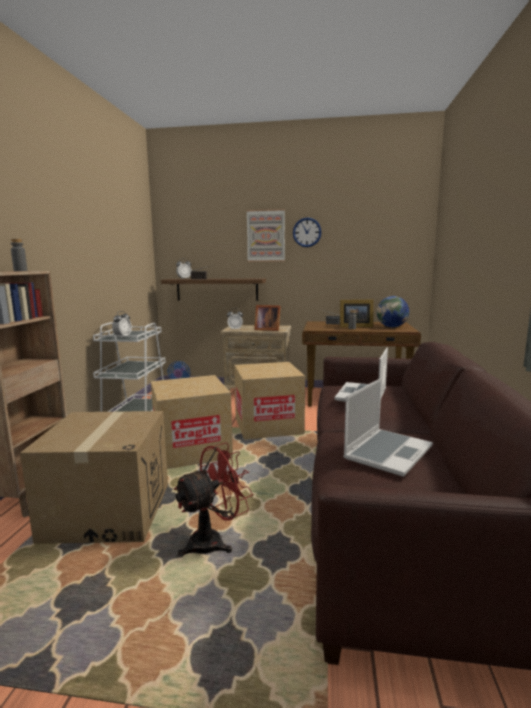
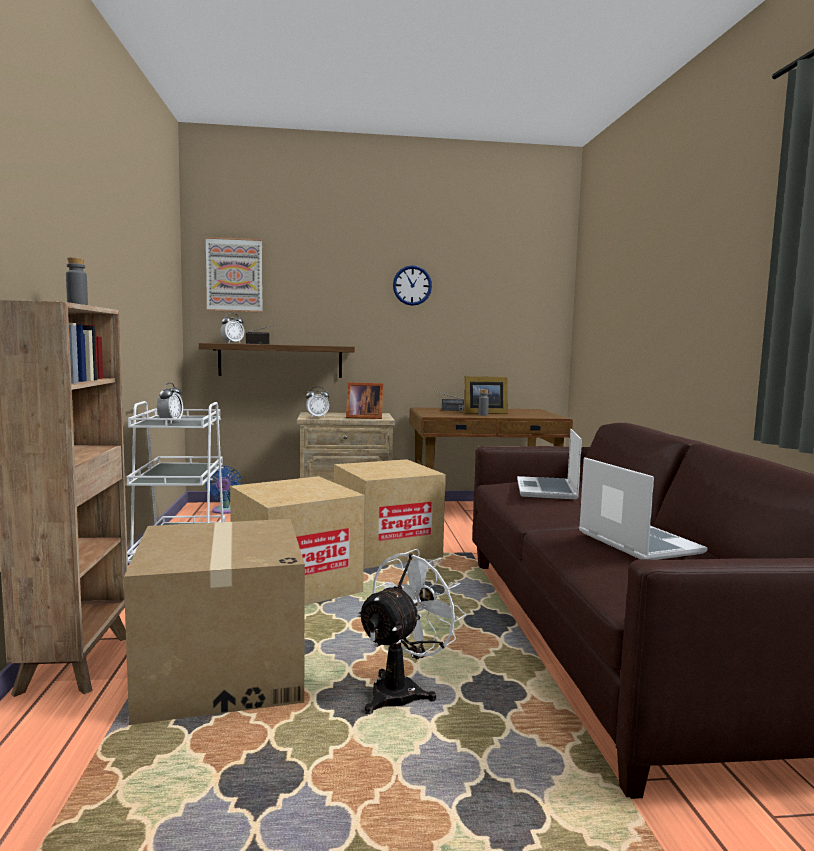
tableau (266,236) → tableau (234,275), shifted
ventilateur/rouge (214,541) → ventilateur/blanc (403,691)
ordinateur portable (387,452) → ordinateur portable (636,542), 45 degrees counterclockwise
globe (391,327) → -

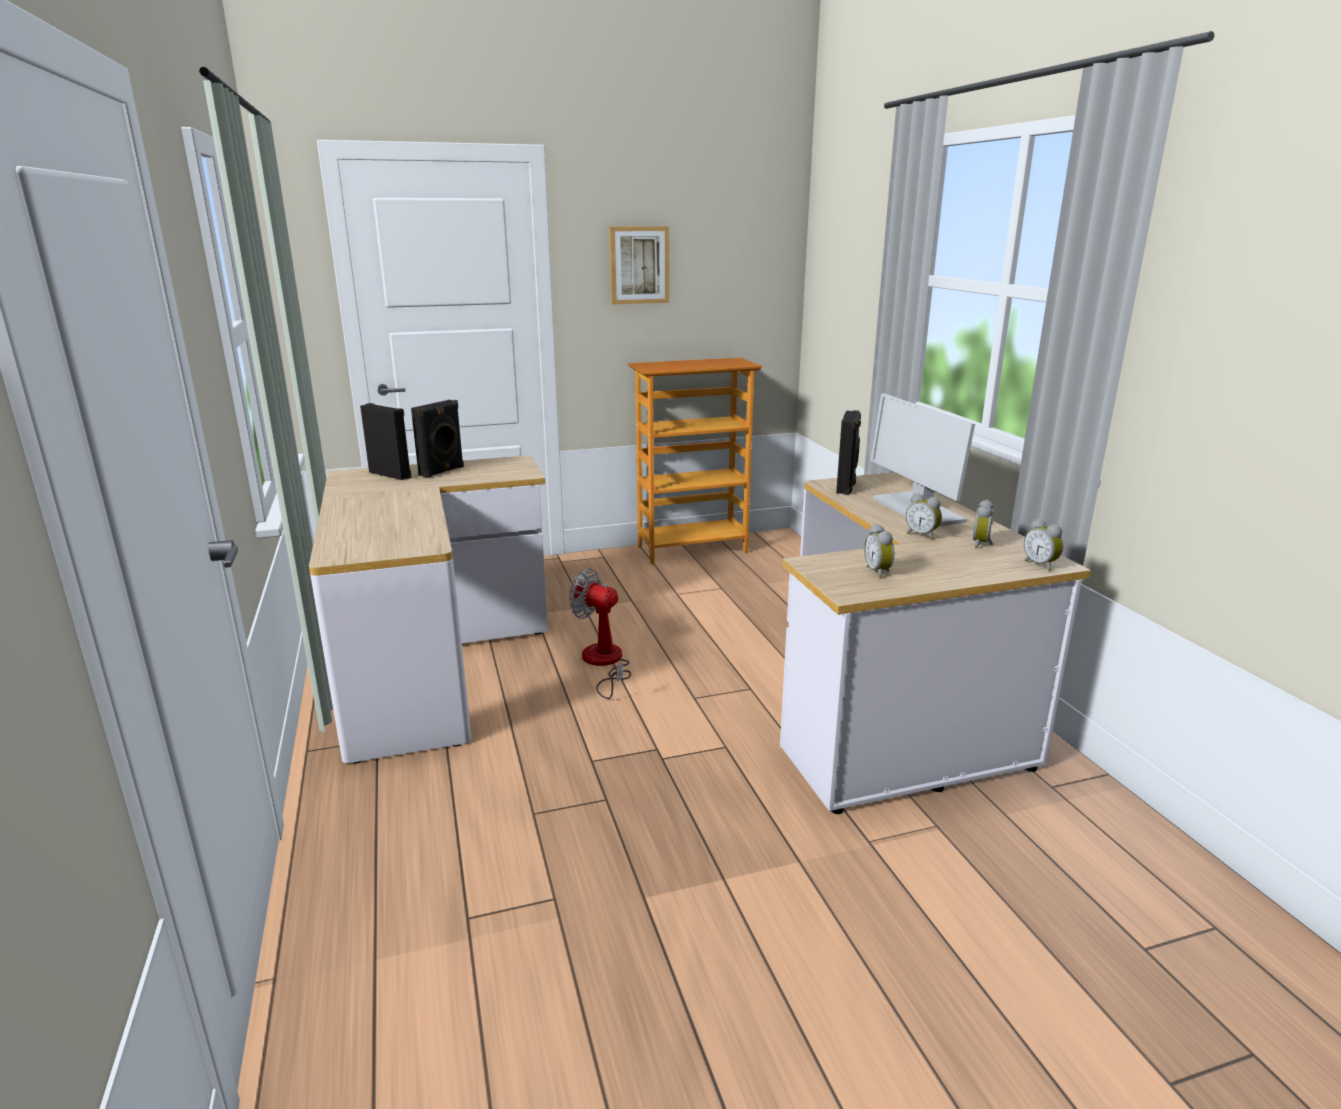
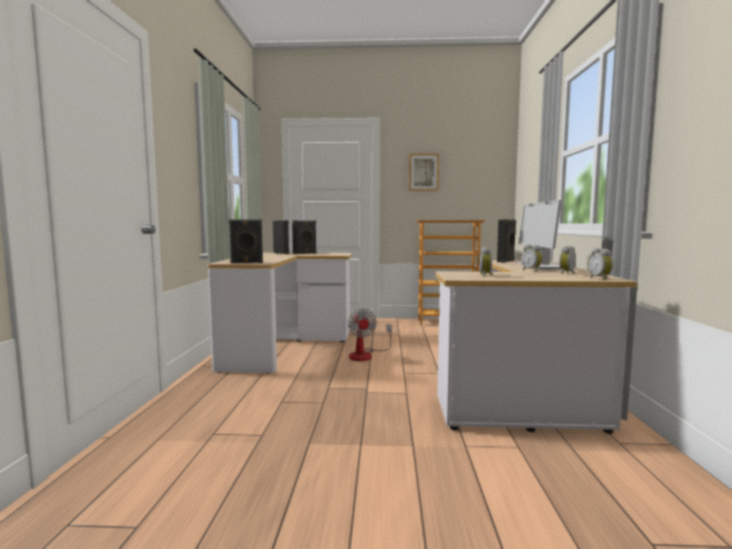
- → enceinte/noir (246,262)
ventilateur (604,663) → ventilateur (365,355), 150 degrees counterclockwise

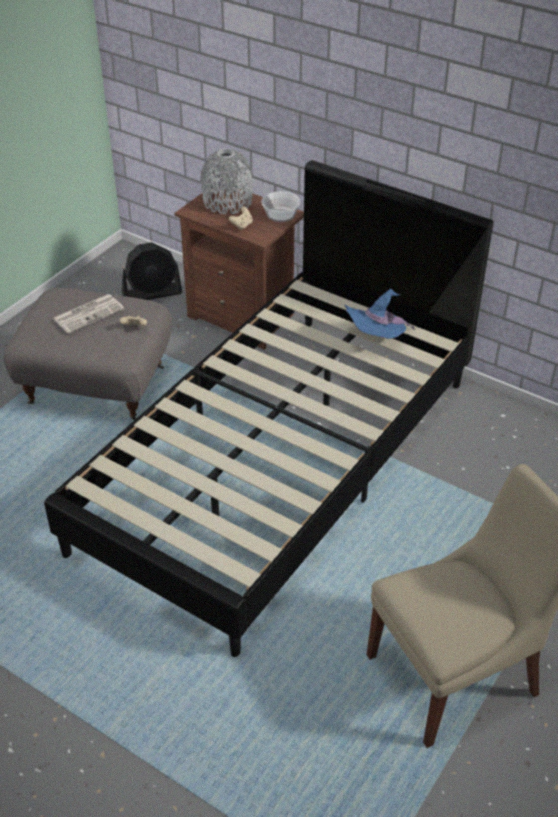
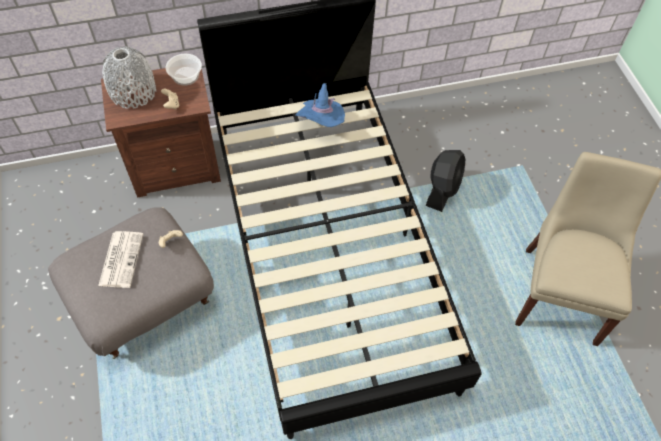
ventilateur/noir (152,293) → ventilateur/noir (442,189), shifted

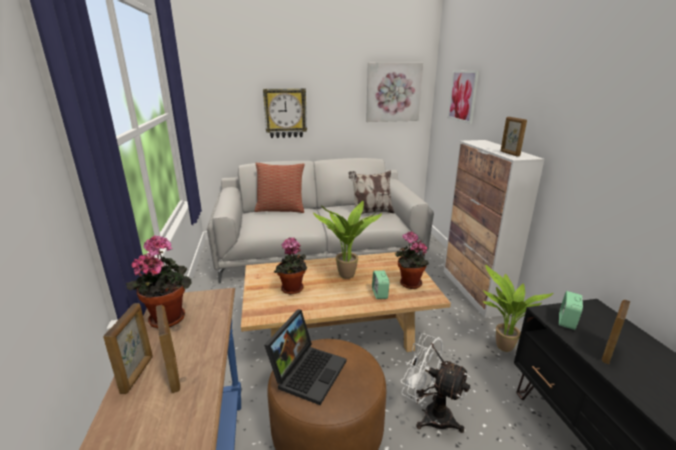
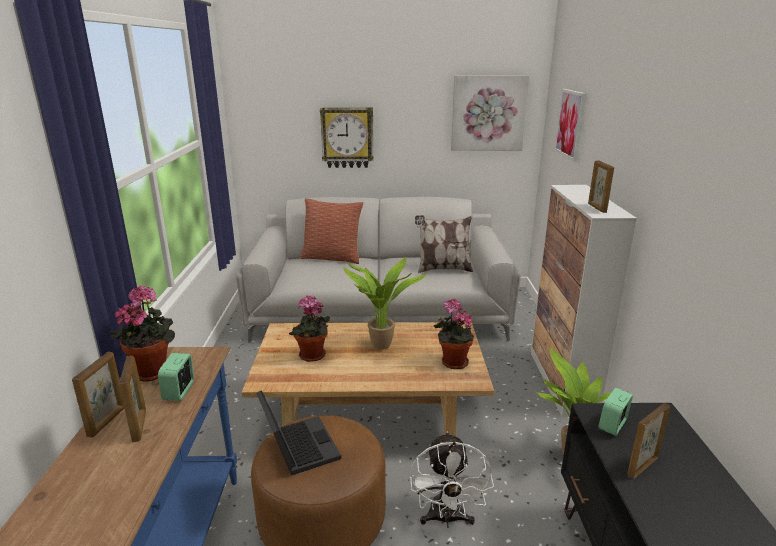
réveil (380,294) → réveil (179,391), shifted
ordinateur portable (308,371) → ordinateur portable (297,446), 60 degrees counterclockwise
ventilateur/blanc (430,414) → ventilateur/blanc (446,519), 135 degrees counterclockwise

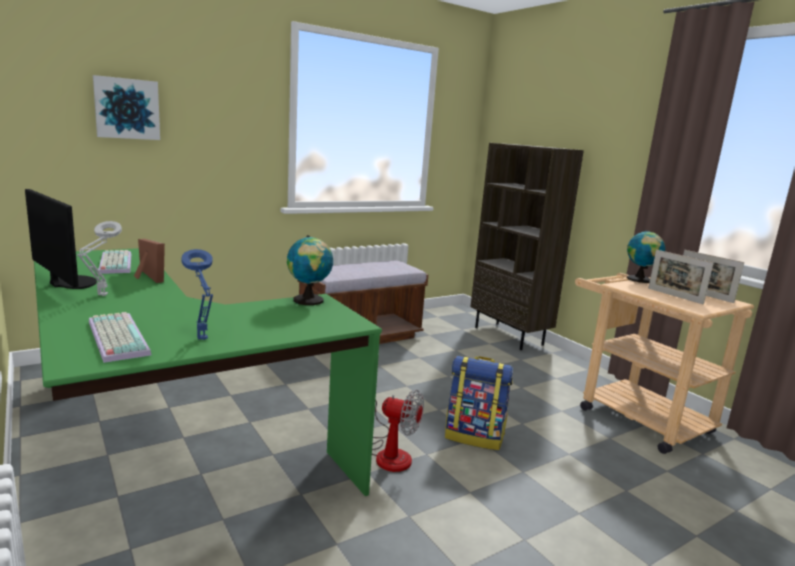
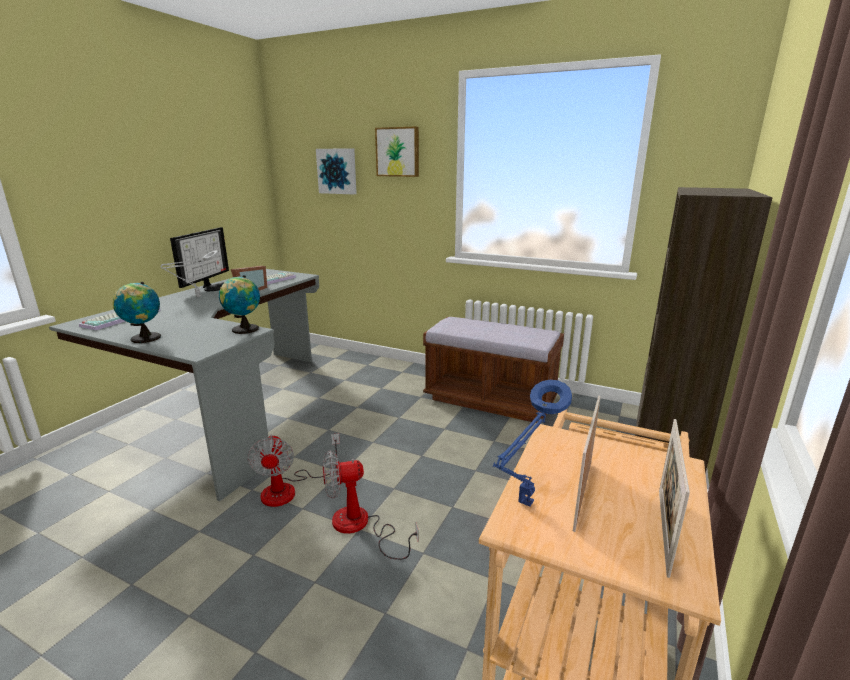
bureau/vert (161,455) → bureau/gris (225,411)
globe (640,280) → globe (143,339), shifted
sac à dos (474,436) → ventilateur (360,527)
- → tableau (398,152)
lampe de table/bleu (202,340) → lampe de table/bleu (524,505), shifted

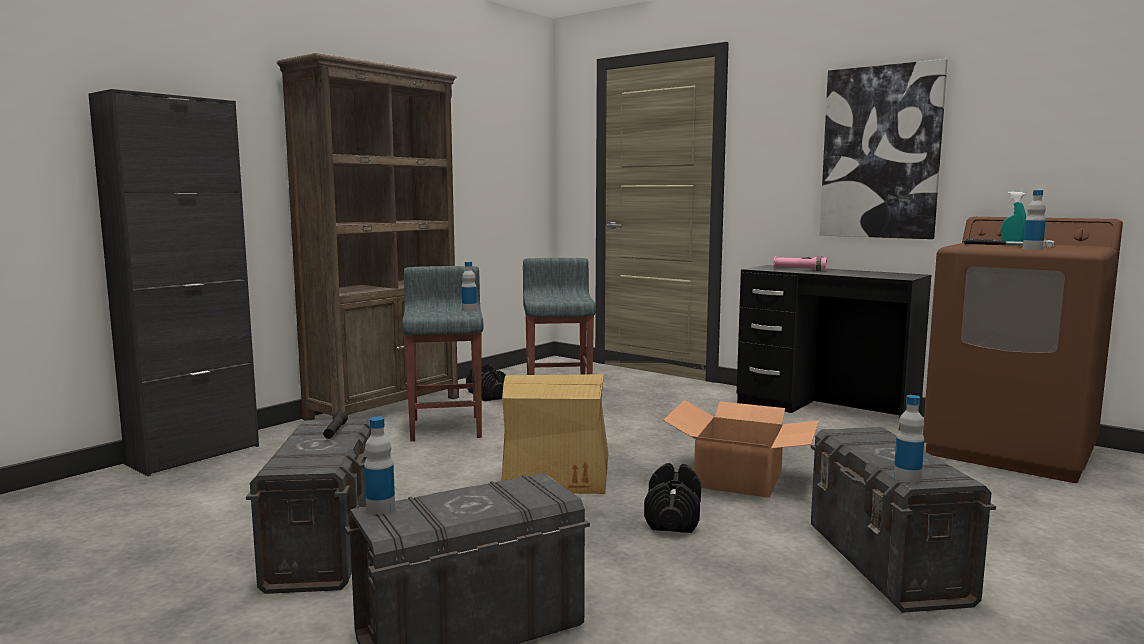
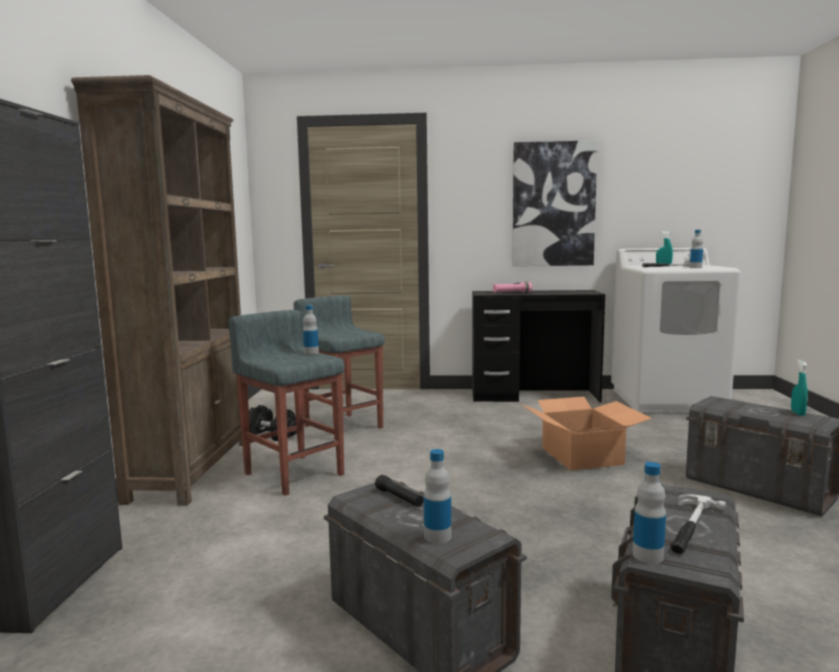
bouteille (907,478) → bouteille (437,536), shifted
lave-linge/marron (1011,450) → lave-linge/blanc (667,400)
- → marteau (690,527)
- → vaporisateur/turquoise (797,413)
carton (555,472) → -
haltère/noir (672,517) → -

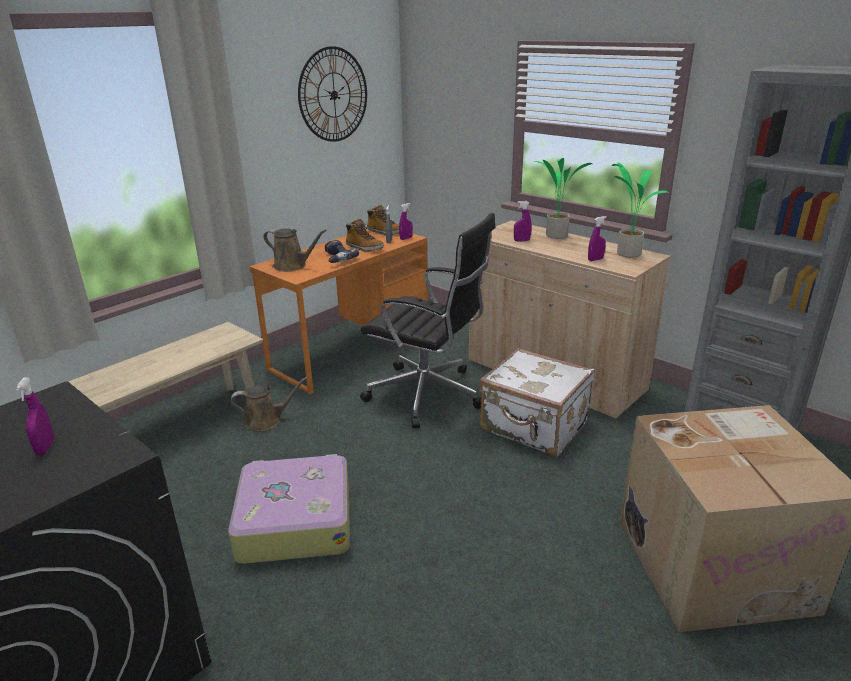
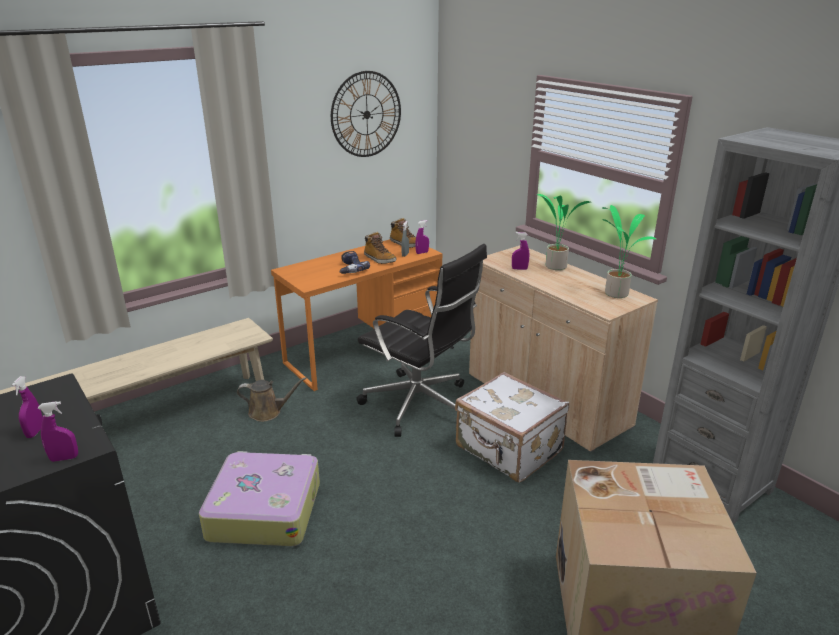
vaporisateur/violet (595,259) → vaporisateur/violet (64,458), shifted
arrosoir/marron (292,266) → -

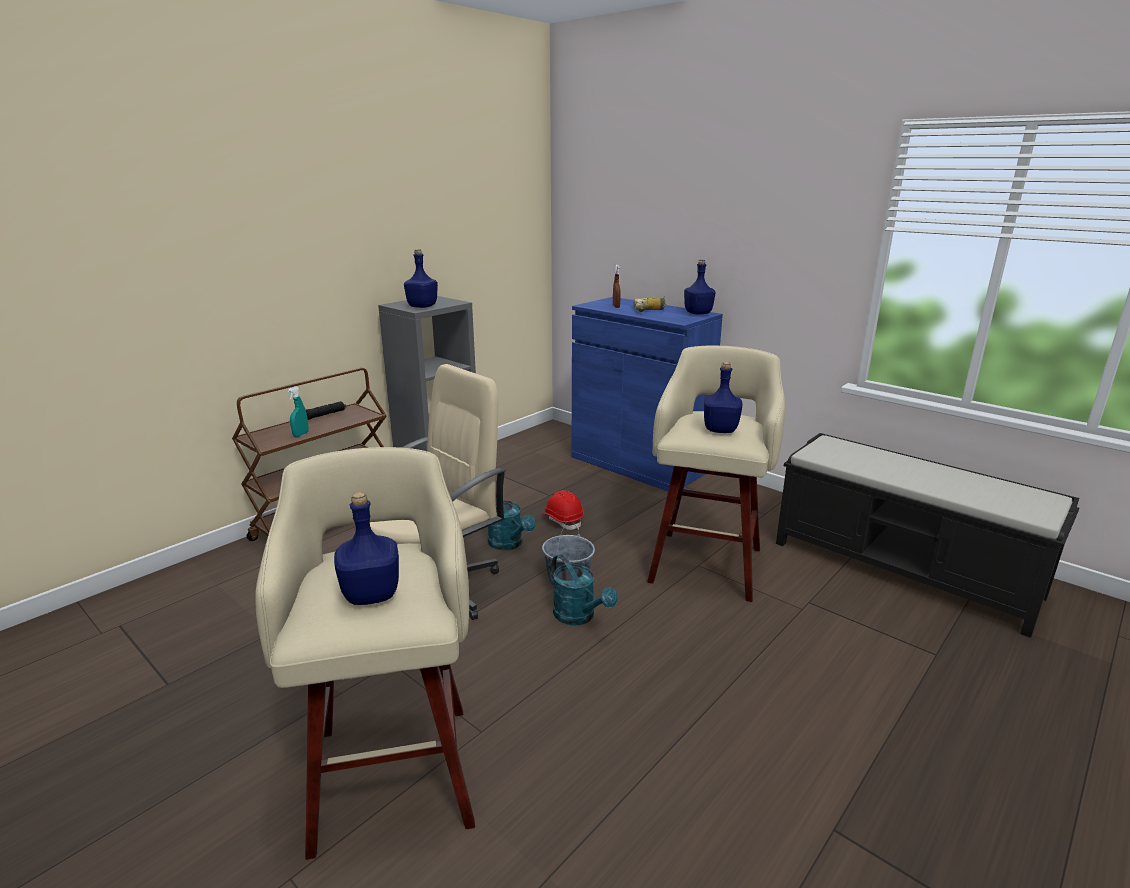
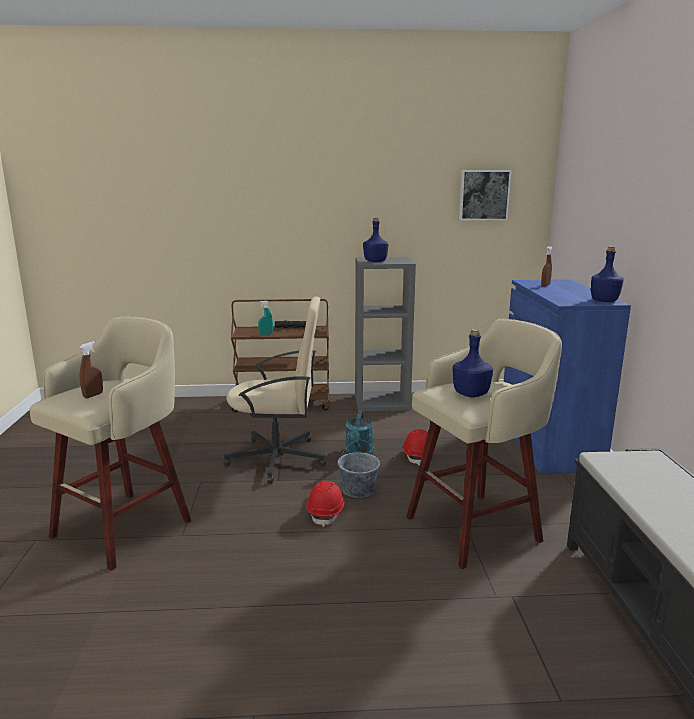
bouteille/bleu (373,594) → vaporisateur/marron (93,395)
arrosoir/turquoise (579,616) → casque de chantier/rouge (326,512)
- → tableau (484,195)
perceuse (650,310) → -

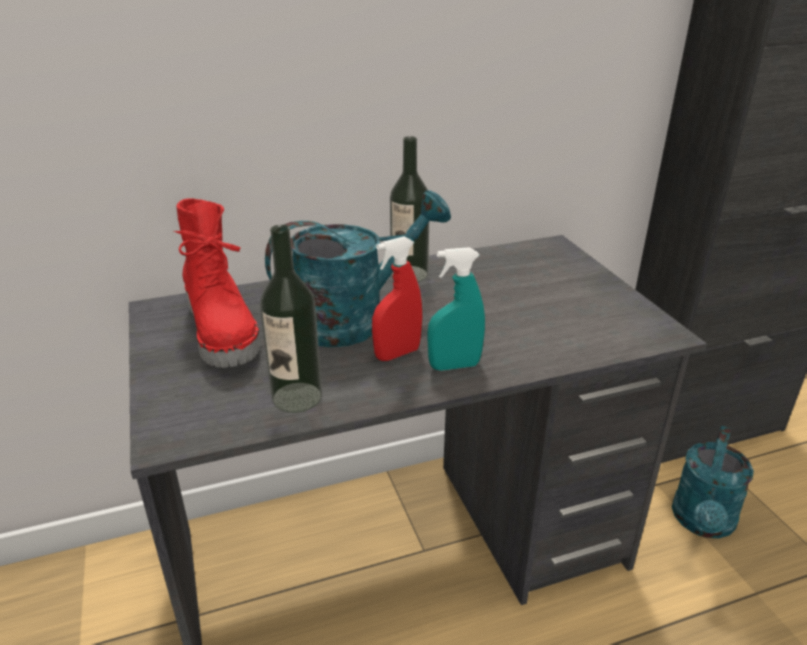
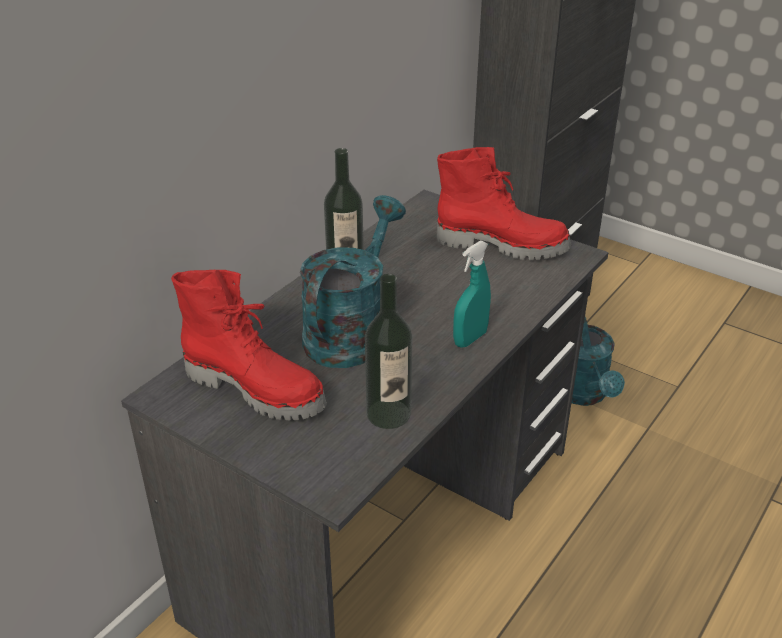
- → botte/rouge (502,244)
vaporisateur/rouge (397,354) → -

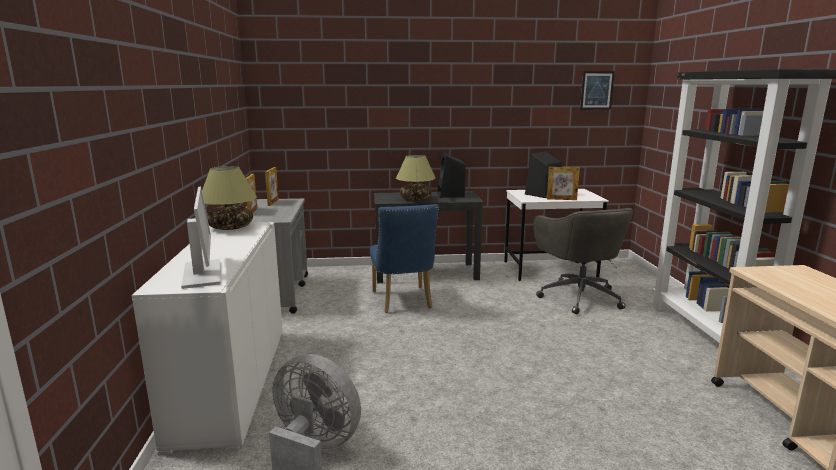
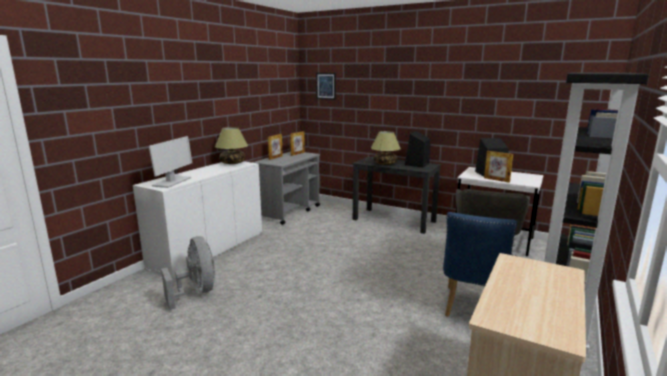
tableau (597,90) → tableau (326,86), shifted
chaise/bleu (403,302) → chaise/bleu (471,309), shifted

